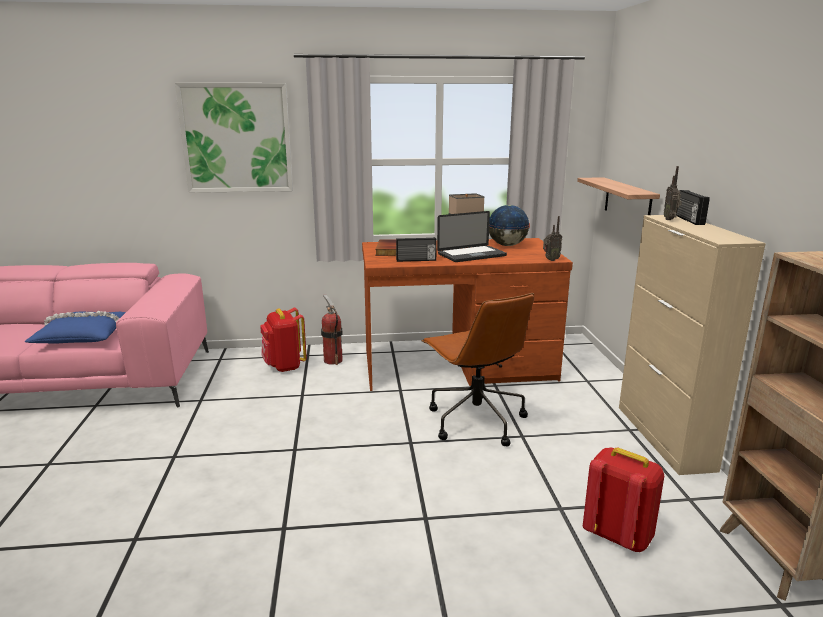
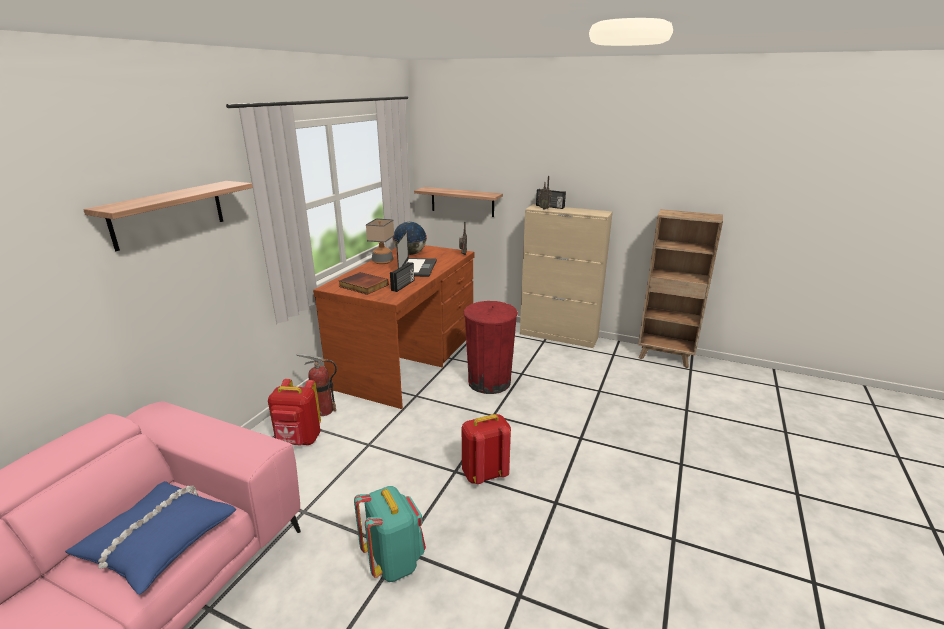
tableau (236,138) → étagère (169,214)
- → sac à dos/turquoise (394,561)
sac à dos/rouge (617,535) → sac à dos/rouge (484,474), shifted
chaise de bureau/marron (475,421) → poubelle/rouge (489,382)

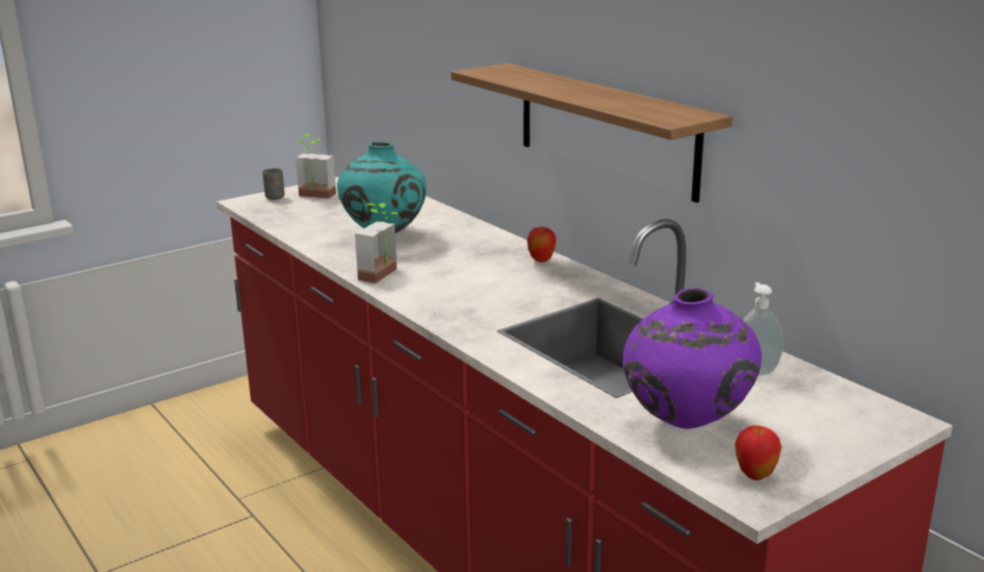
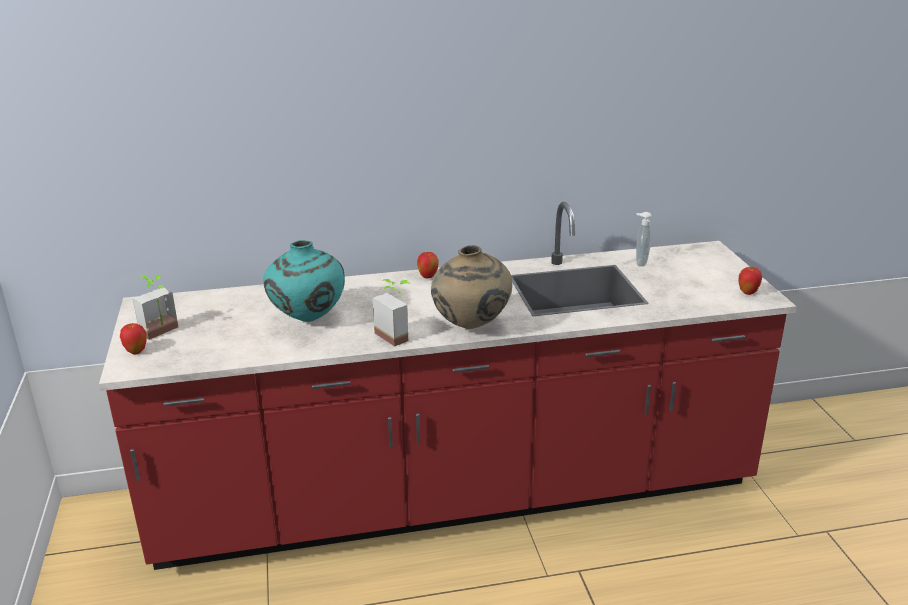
tasse/gris (275,197) → pomme (136,352)
- → vase/beige (471,327)
étagère (605,129) → -
vase/violet (687,425) → -

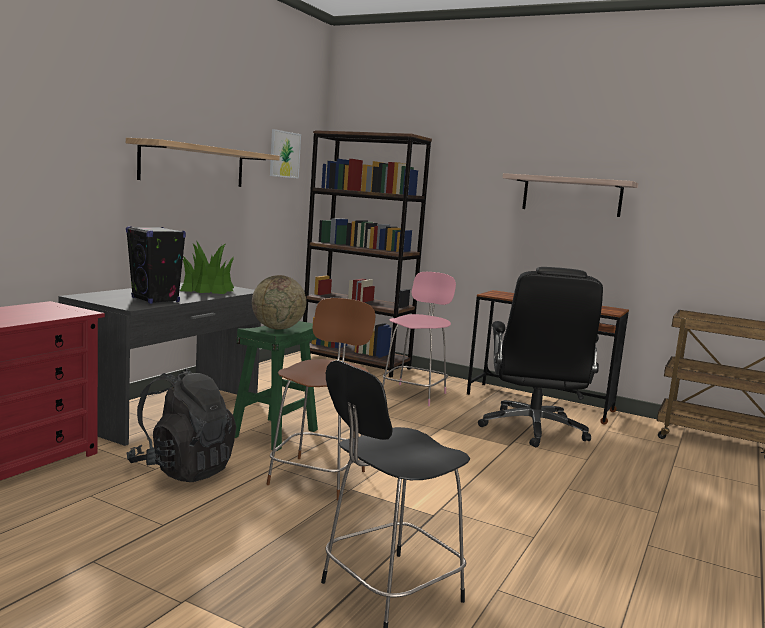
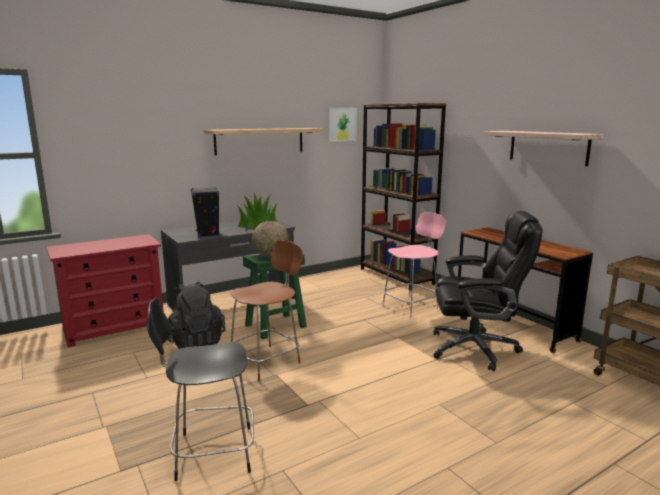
chaise de bureau/noir (533,429) → chaise de bureau/noir (475,348), 120 degrees counterclockwise

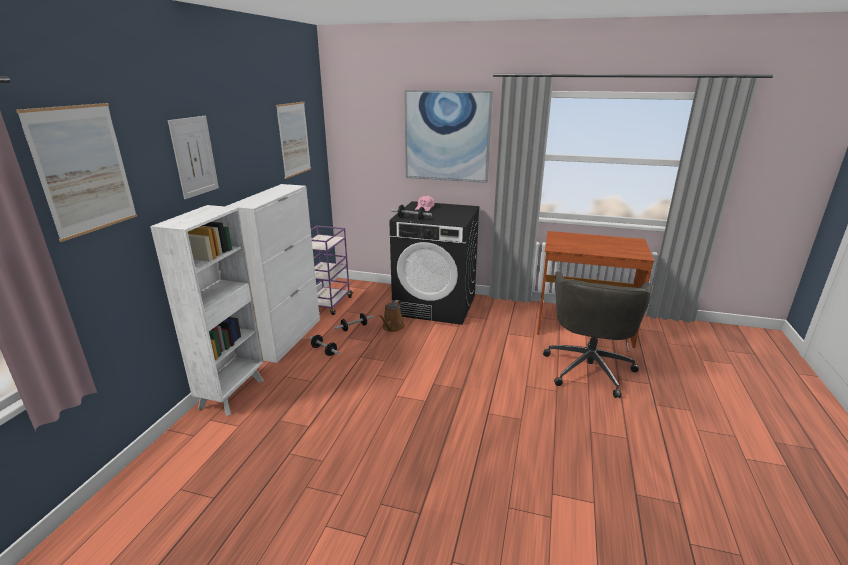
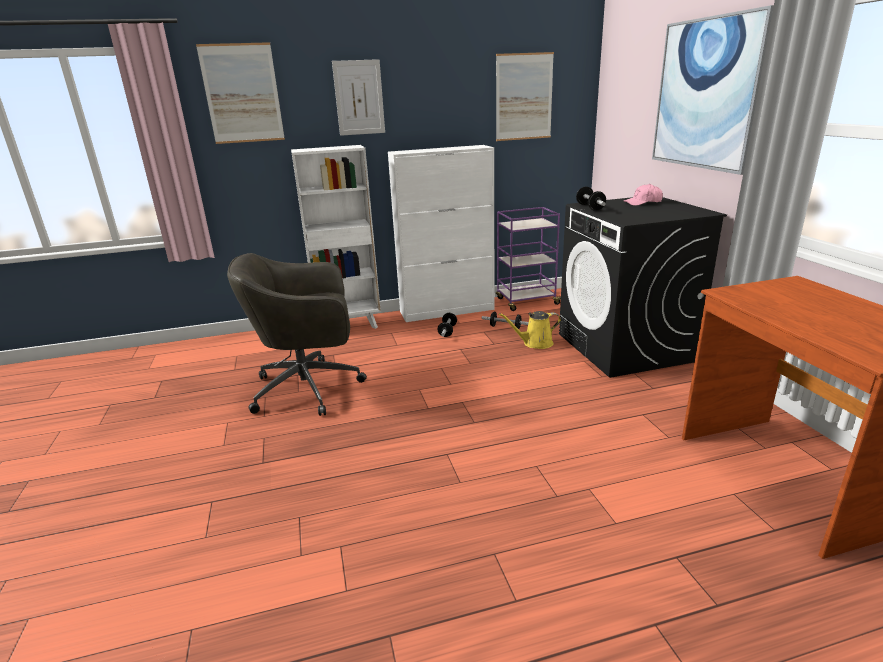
chaise de bureau/gris (589,368) → chaise de bureau/gris (310,388), shifted
arrosoir/marron (392,327) → arrosoir/jaune (535,343)

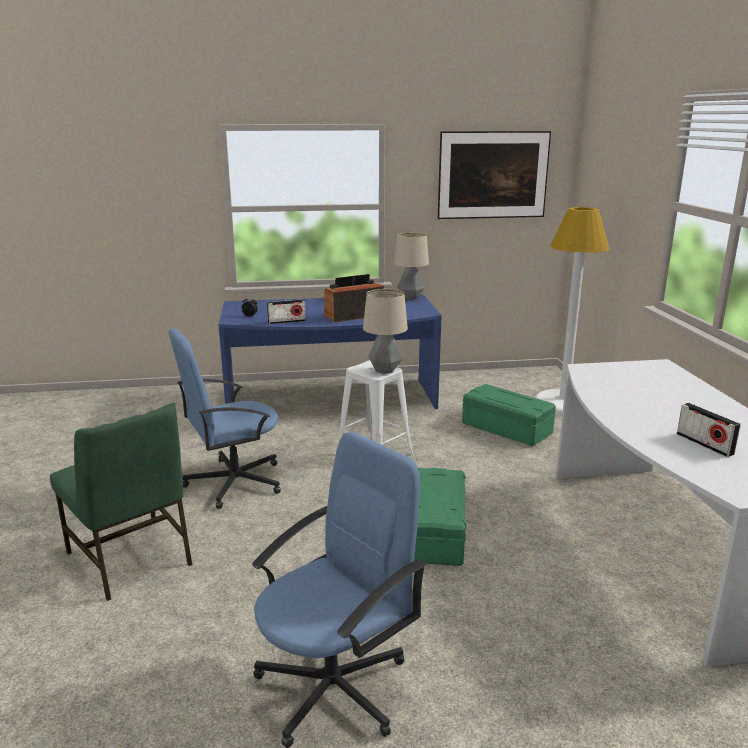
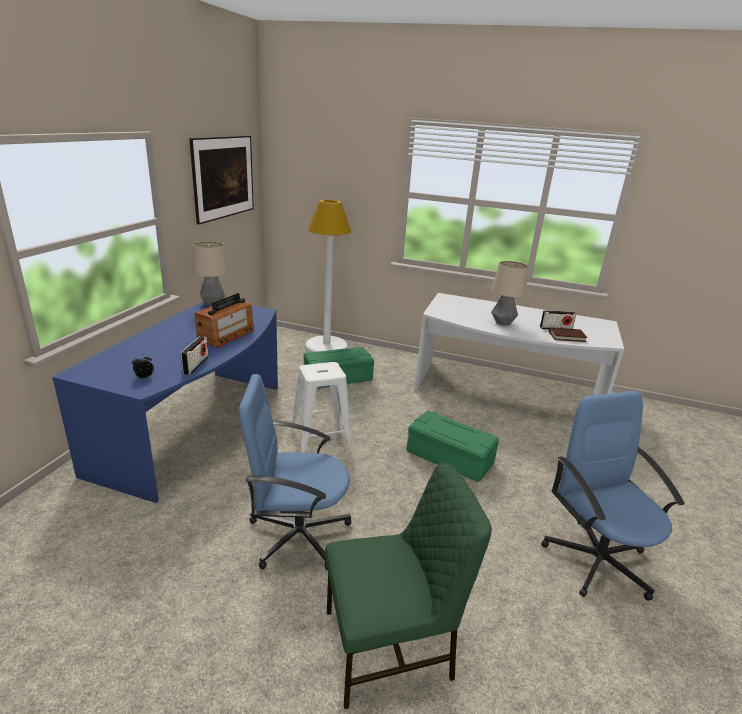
radio (354,316) → radio (226,335), 150 degrees counterclockwise
chaise de bureau/bleu (233,482) → chaise de bureau/bleu (297,534), 90 degrees clockwise
lampe de table (385,370) → lampe de table (503,323), shifted
- → livre/marron (567,336)

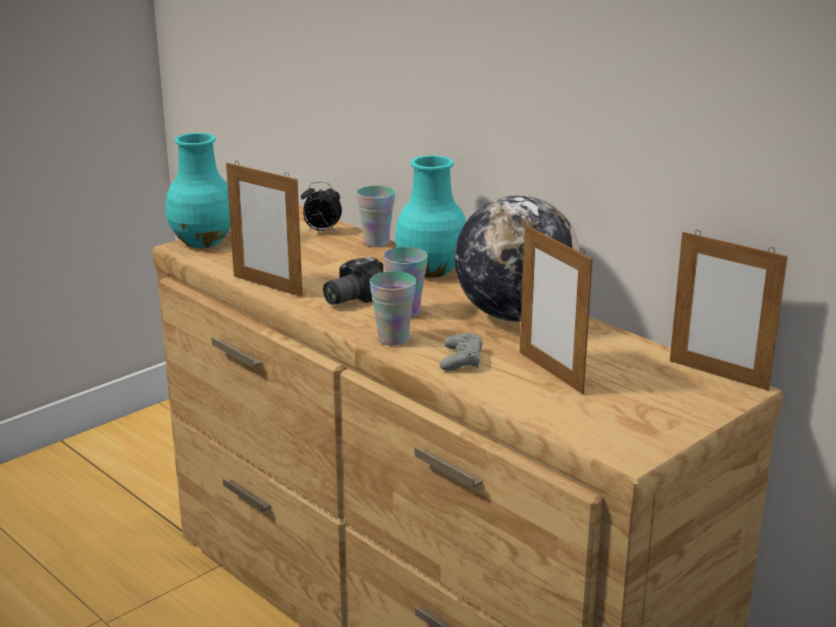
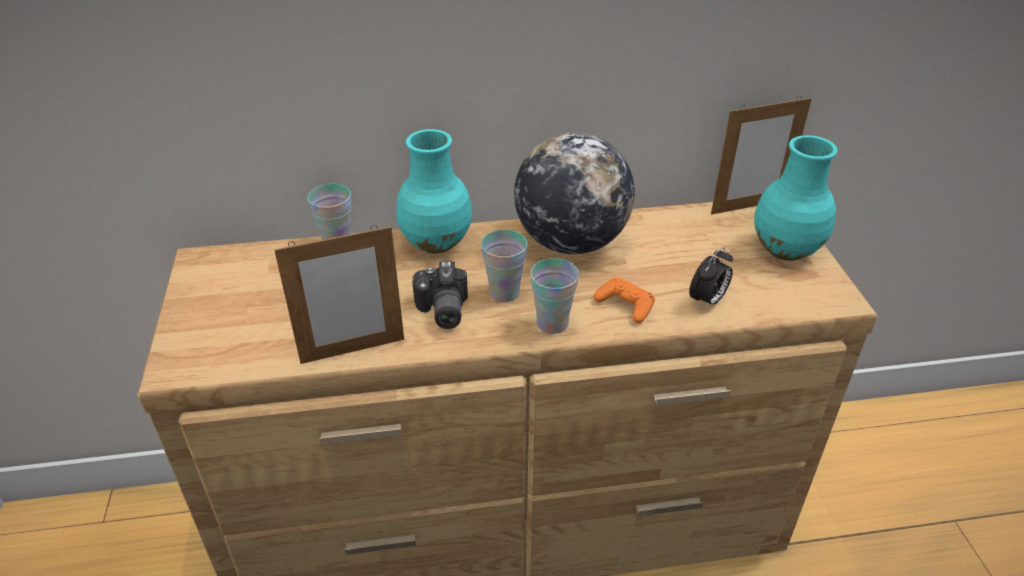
manette/gris (461,359) → manette/orange (625,305)
réveil (321,231) → réveil (707,301), shifted
vase/turquoise (203,241) → vase/turquoise (784,248), shifted
cadre photo (550,372) → -

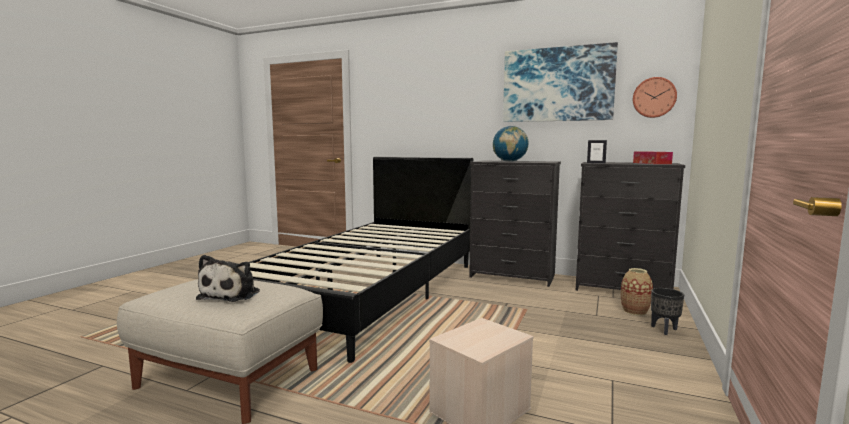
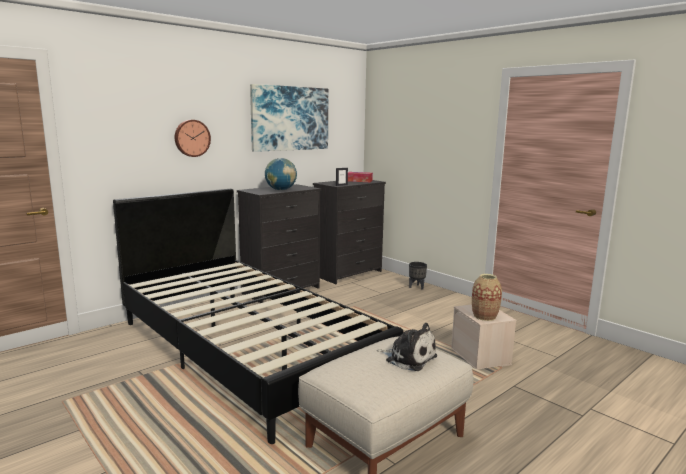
horloge murale (654,97) → horloge murale (191,138), shifted
vase (634,311) → vase (484,316), shifted

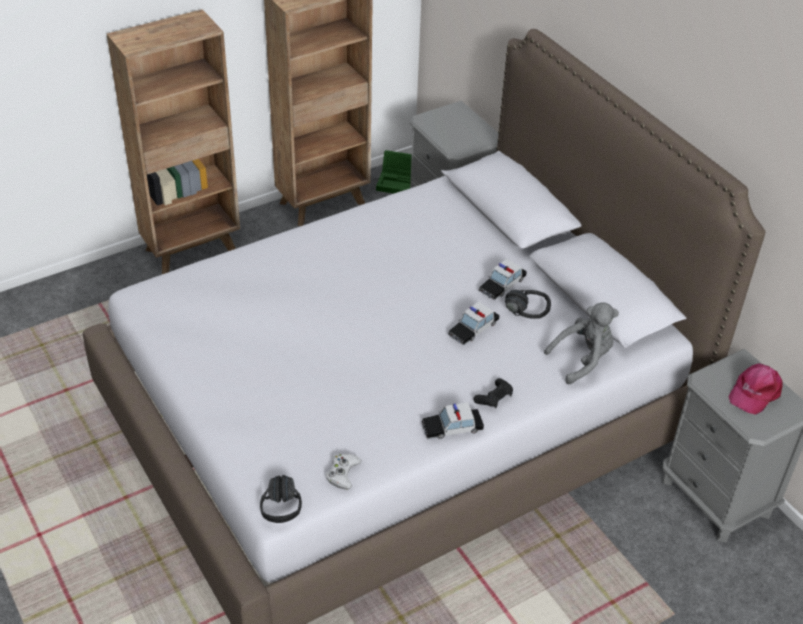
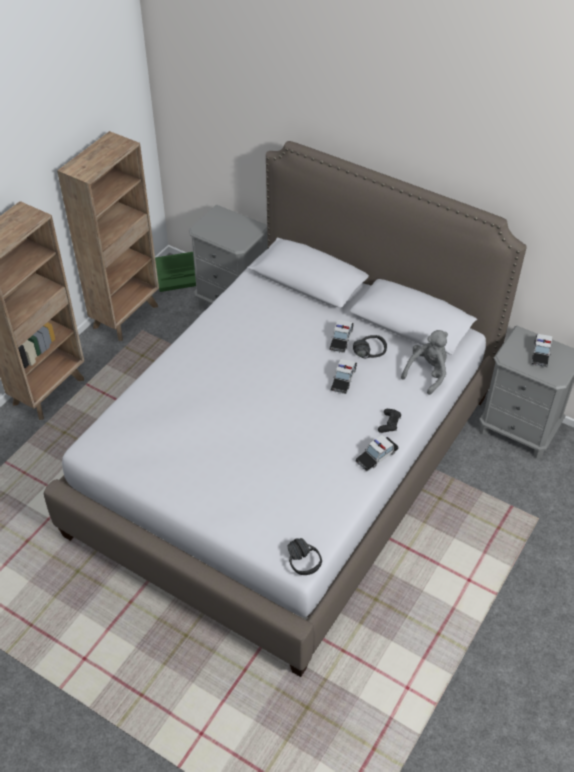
casquette/rose (754,392) → petite voiture (540,353)
manette/blanc (342,473) → -

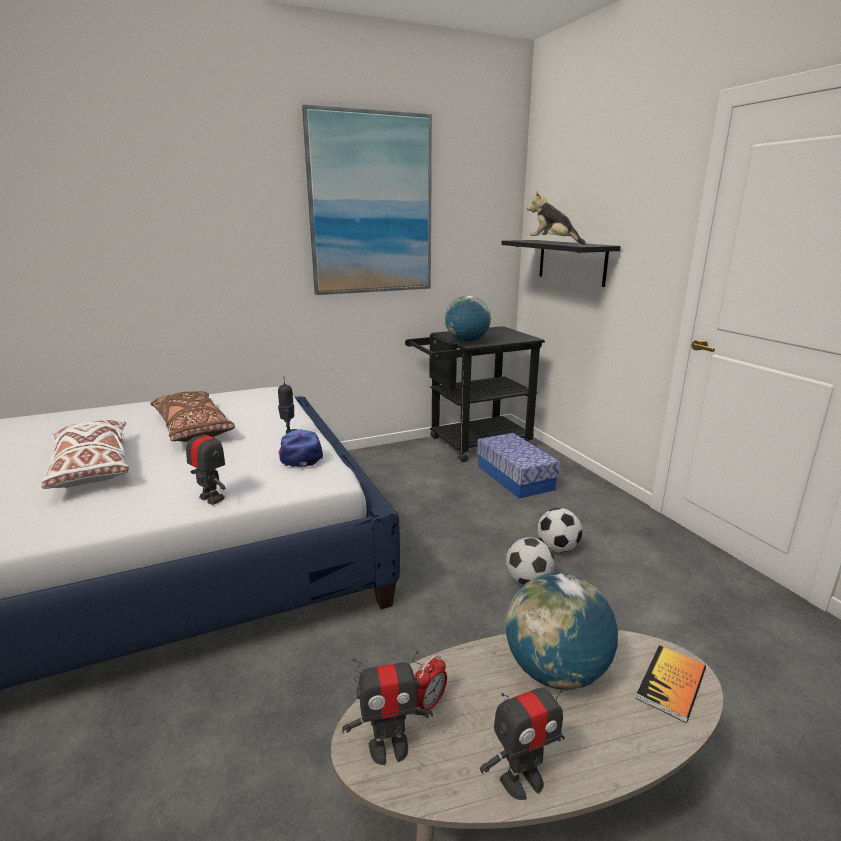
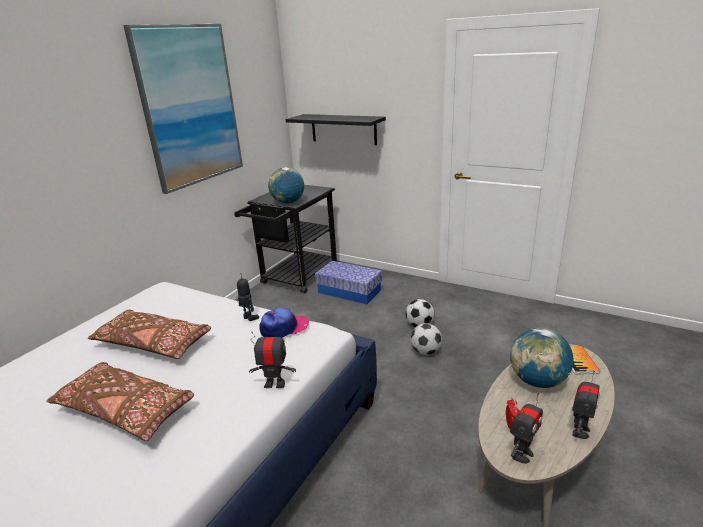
coussin/blanc (92,467) → coussin/marron (126,410)
casquette (300,455) → casquette (284,328), 120 degrees clockwise
peluche (553,243) → -

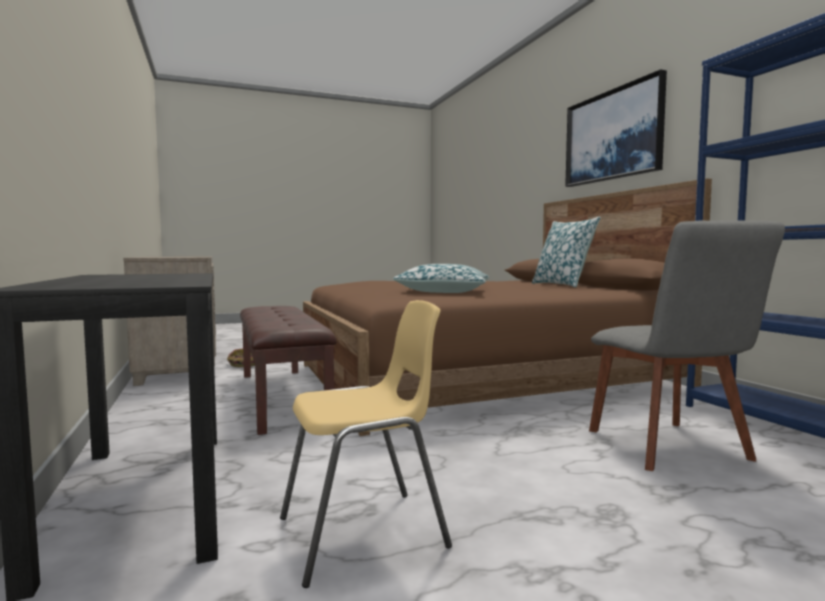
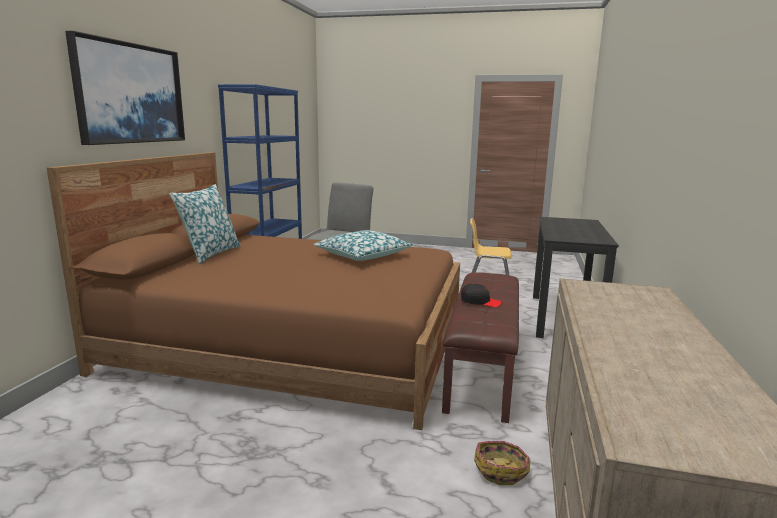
- → casquette/noir (480,302)

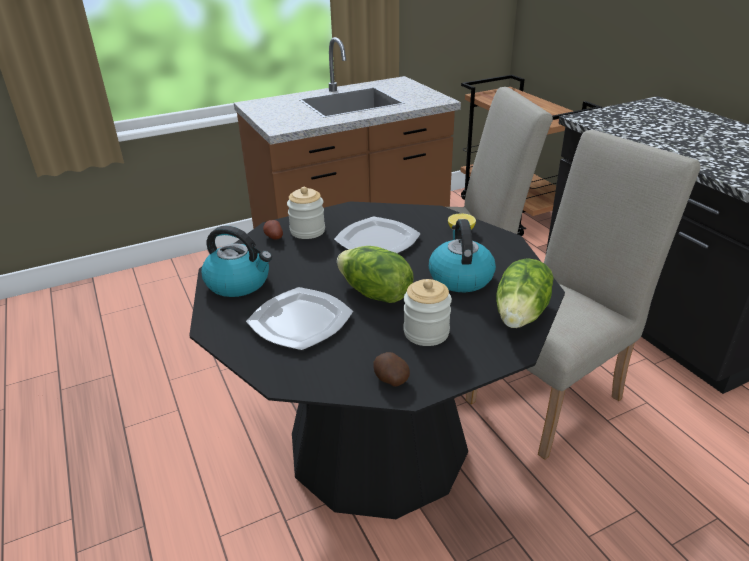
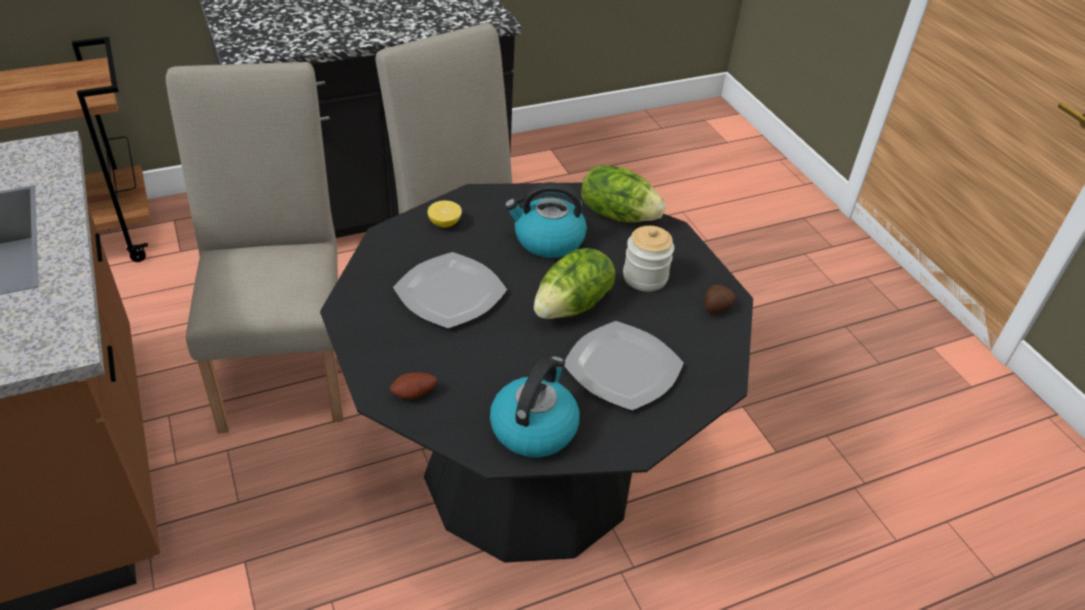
bocal (307,231) → -

